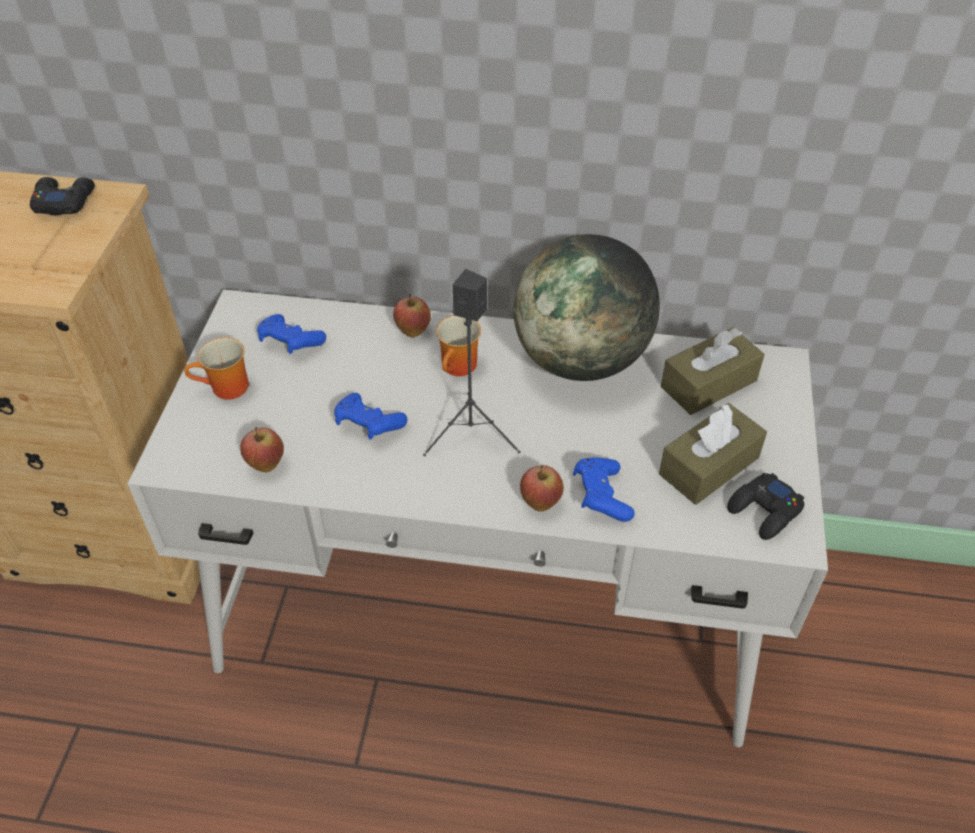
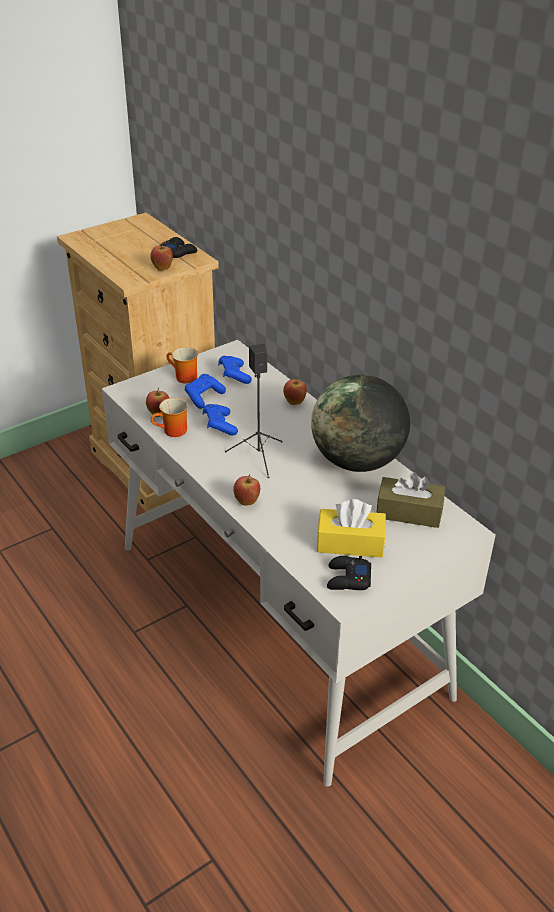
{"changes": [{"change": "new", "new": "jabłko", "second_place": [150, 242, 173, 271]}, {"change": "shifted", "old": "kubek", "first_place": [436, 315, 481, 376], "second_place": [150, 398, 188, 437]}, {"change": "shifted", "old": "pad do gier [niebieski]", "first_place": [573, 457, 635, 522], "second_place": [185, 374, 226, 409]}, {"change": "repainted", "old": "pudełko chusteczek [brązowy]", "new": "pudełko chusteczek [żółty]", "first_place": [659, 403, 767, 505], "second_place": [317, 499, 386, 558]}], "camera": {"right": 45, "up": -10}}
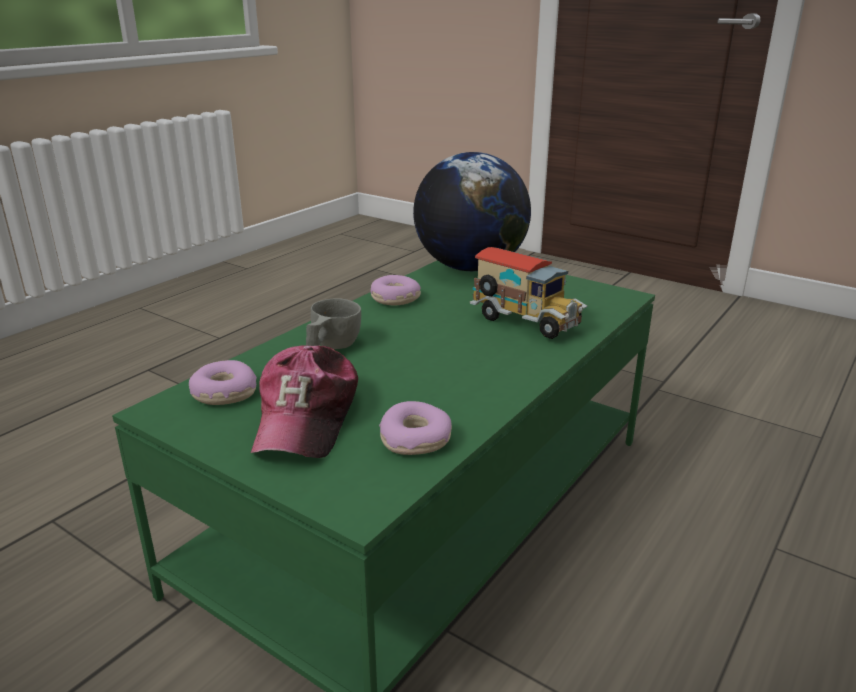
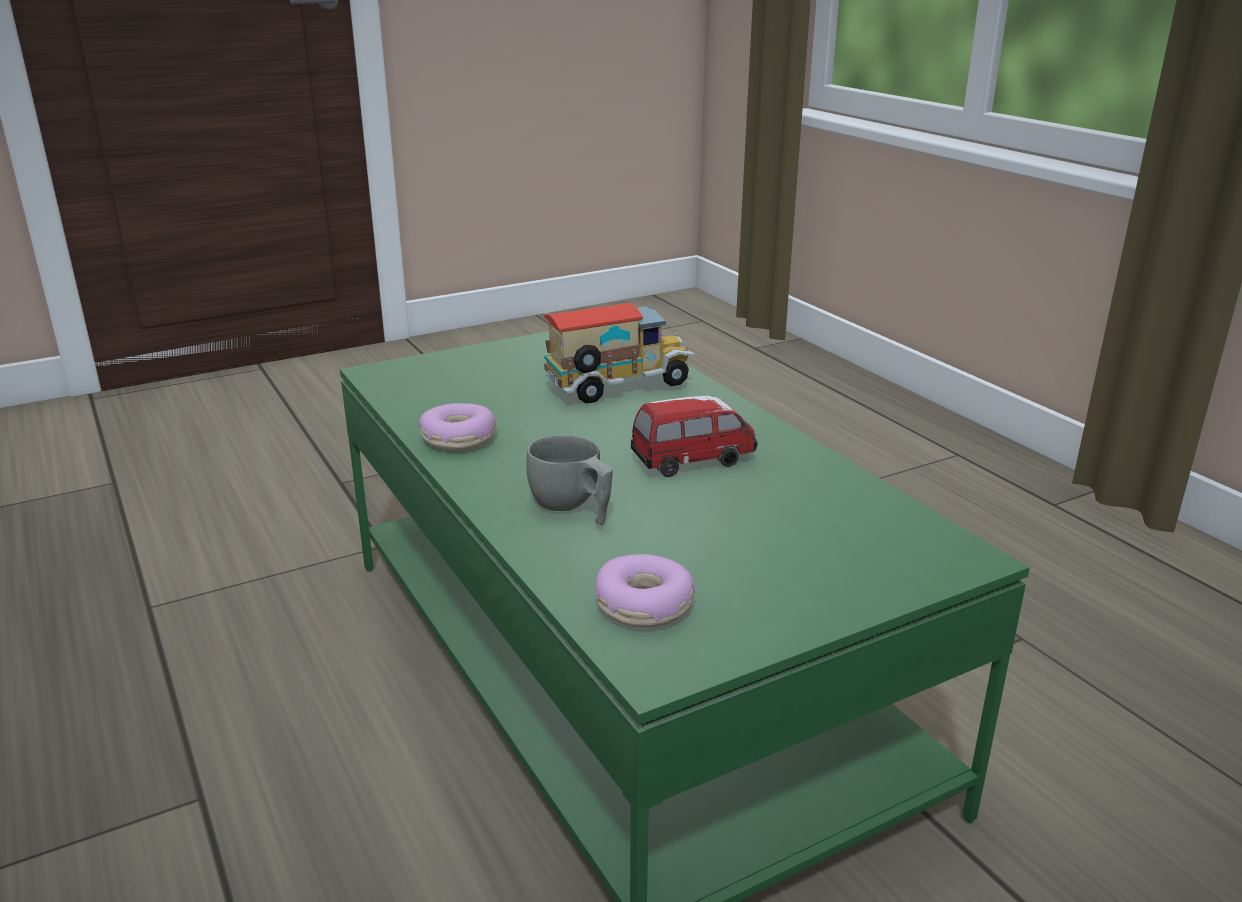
{"changes": [{"change": "new", "new": "samochodzik", "second_place": [631, 396, 757, 477]}, {"change": "gone", "old": "czapka z daszkiem", "first_place": [251, 345, 358, 458]}, {"change": "gone", "old": "donut", "first_place": [379, 401, 452, 455]}, {"change": "gone", "old": "globus", "first_place": [413, 152, 531, 271]}], "camera": {"right": -65, "up": 0}}
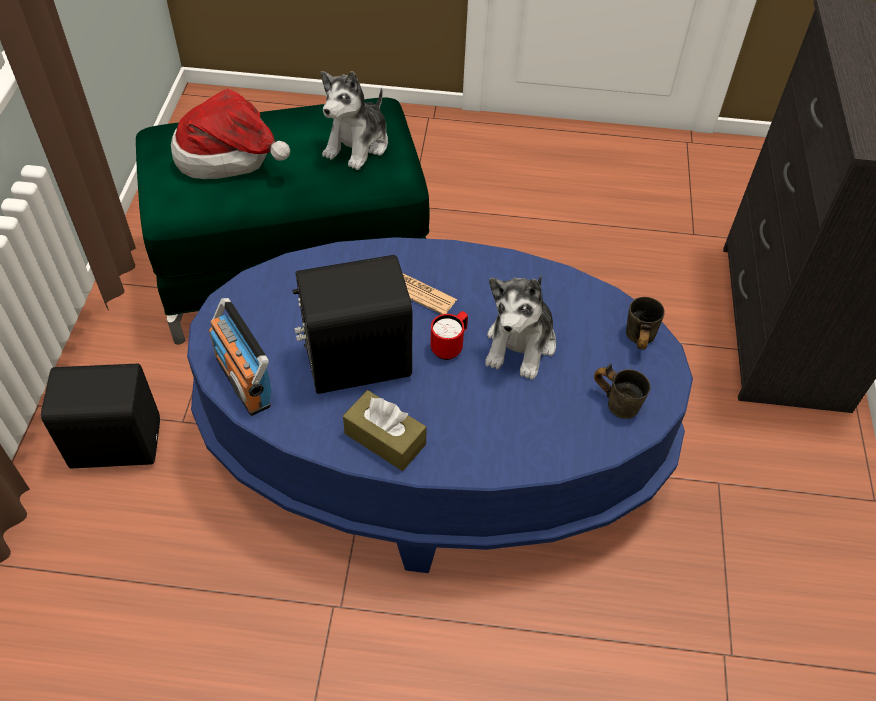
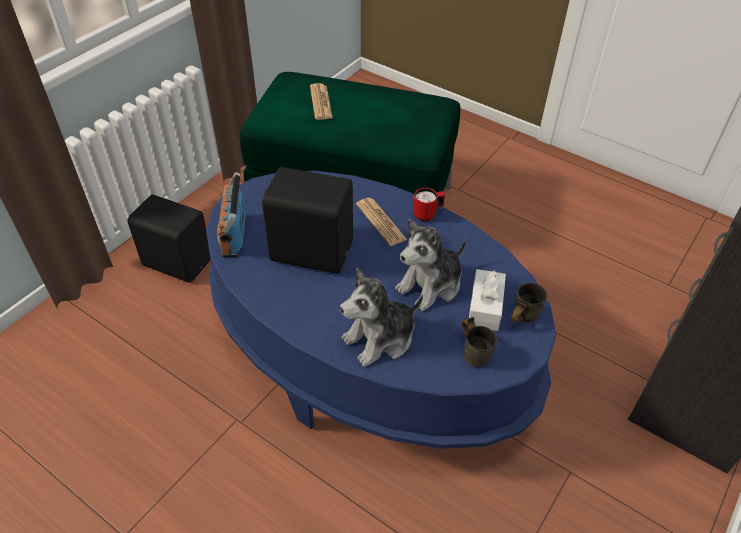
{"changes": [{"change": "swapped", "old": "kapelusz", "new": "gazeta", "first_place": [171, 89, 290, 179], "second_place": [310, 83, 333, 120]}, {"change": "shifted", "old": "pluszak", "first_place": [321, 71, 388, 170], "second_place": [340, 268, 423, 367]}, {"change": "shifted", "old": "kubek [czerwony]", "first_place": [430, 311, 468, 360], "second_place": [413, 188, 445, 221]}, {"change": "new", "new": "pudełko chusteczek [biały]", "second_place": [469, 269, 506, 331]}, {"change": "gone", "old": "pudełko chusteczek [brązowy]", "first_place": [343, 390, 427, 471]}], "camera": {"right": 30, "up": -5}}
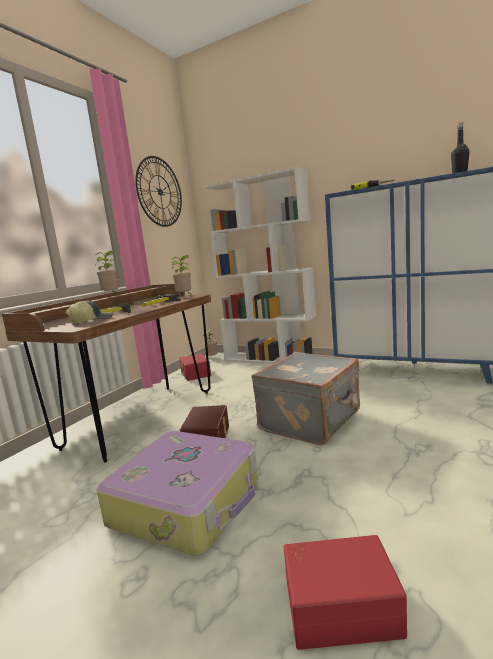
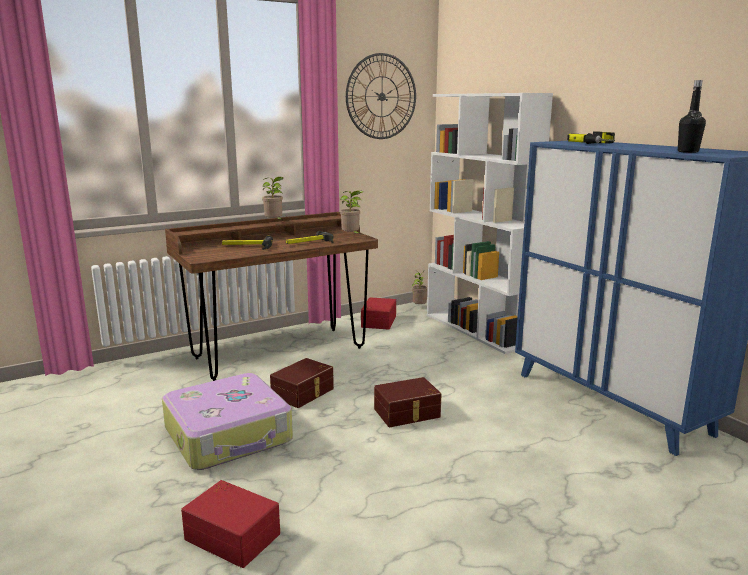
{"changes": [{"change": "swapped", "old": "walizka [szary]", "new": "pojemnik do przechowywania [brązowy]", "first_place": [251, 352, 360, 445], "second_place": [374, 377, 441, 427]}, {"change": "gone", "old": "czapka z daszkiem", "first_place": [66, 300, 113, 323]}], "camera": {"right": 30, "up": 5}}
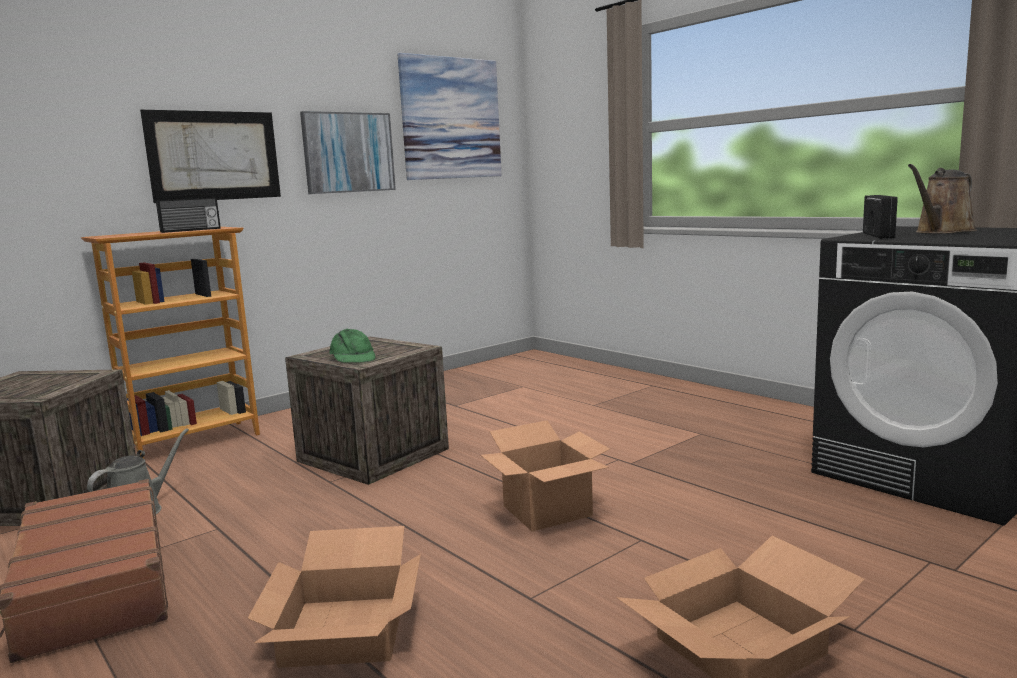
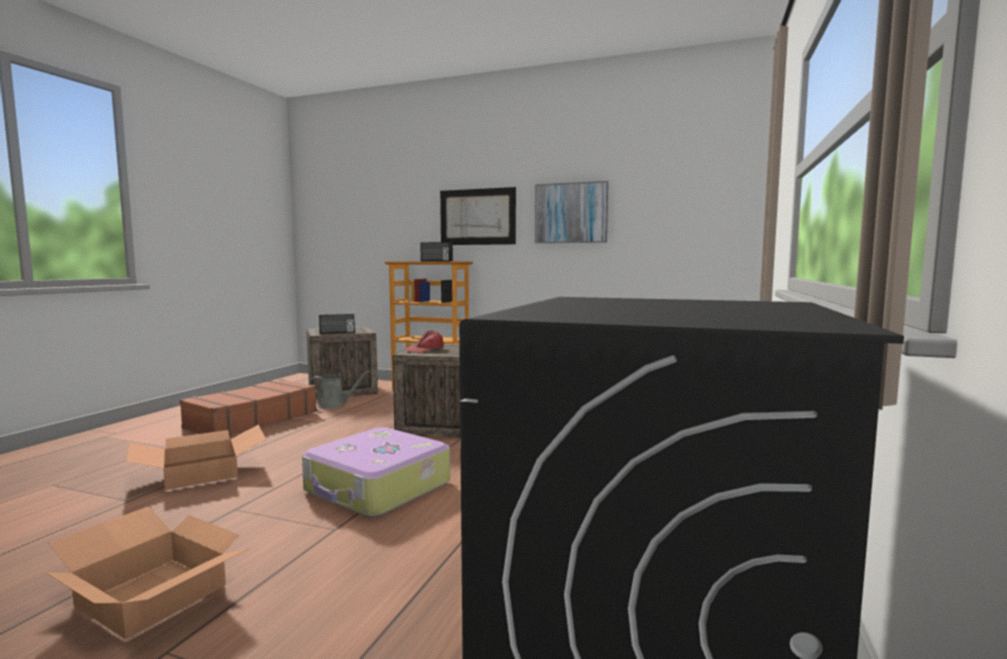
{"changes": [{"change": "swapped", "old": "karton", "new": "walizka", "first_place": [480, 420, 610, 531], "second_place": [302, 427, 450, 518]}, {"change": "shifted", "old": "radio", "first_place": [863, 195, 898, 239], "second_place": [319, 314, 355, 334]}, {"change": "repainted", "old": "czapka z daszkiem [zielony]", "new": "czapka z daszkiem [czerwony]", "first_place": [329, 329, 376, 363], "second_place": [405, 330, 444, 353]}, {"change": "gone", "old": "obraz", "first_place": [398, 53, 502, 180]}, {"change": "gone", "old": "konewka [brązowy]", "first_place": [908, 164, 977, 234]}], "camera": {"right": 60, "up": -5}}
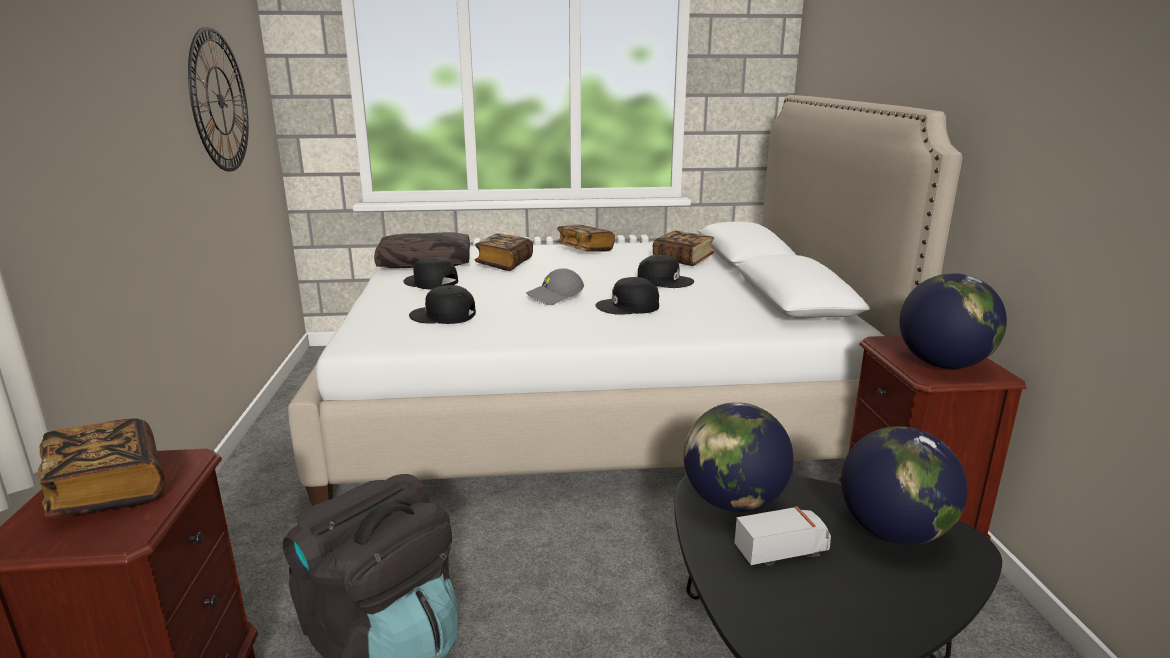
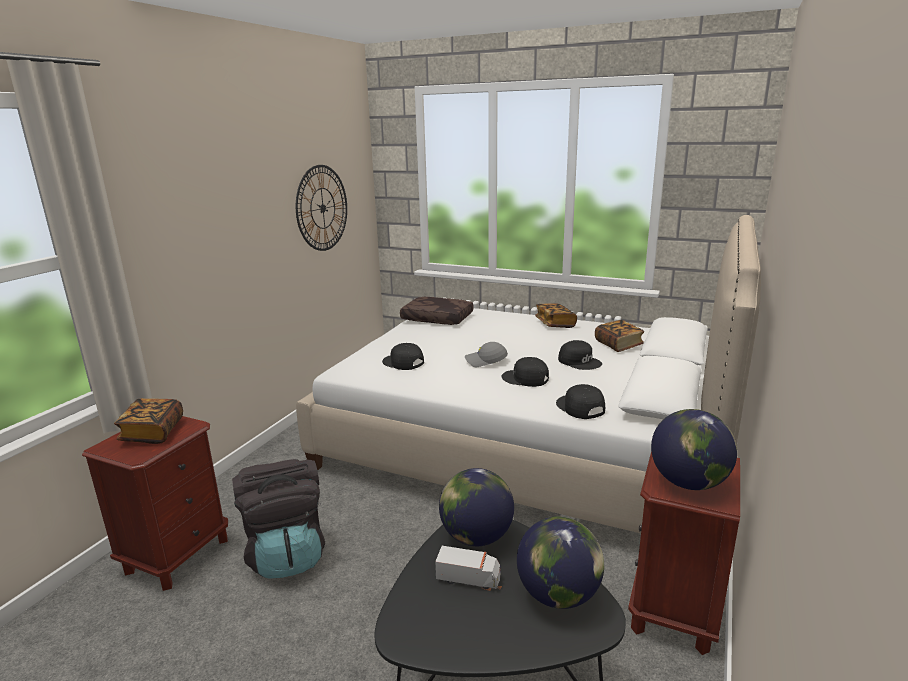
{"changes": [{"change": "shifted", "old": "czapka z daszkiem [czarny]", "first_place": [403, 257, 458, 290], "second_place": [556, 384, 605, 419]}, {"change": "gone", "old": "książka", "first_place": [475, 233, 533, 271]}], "camera": {"right": 30, "up": 0}}
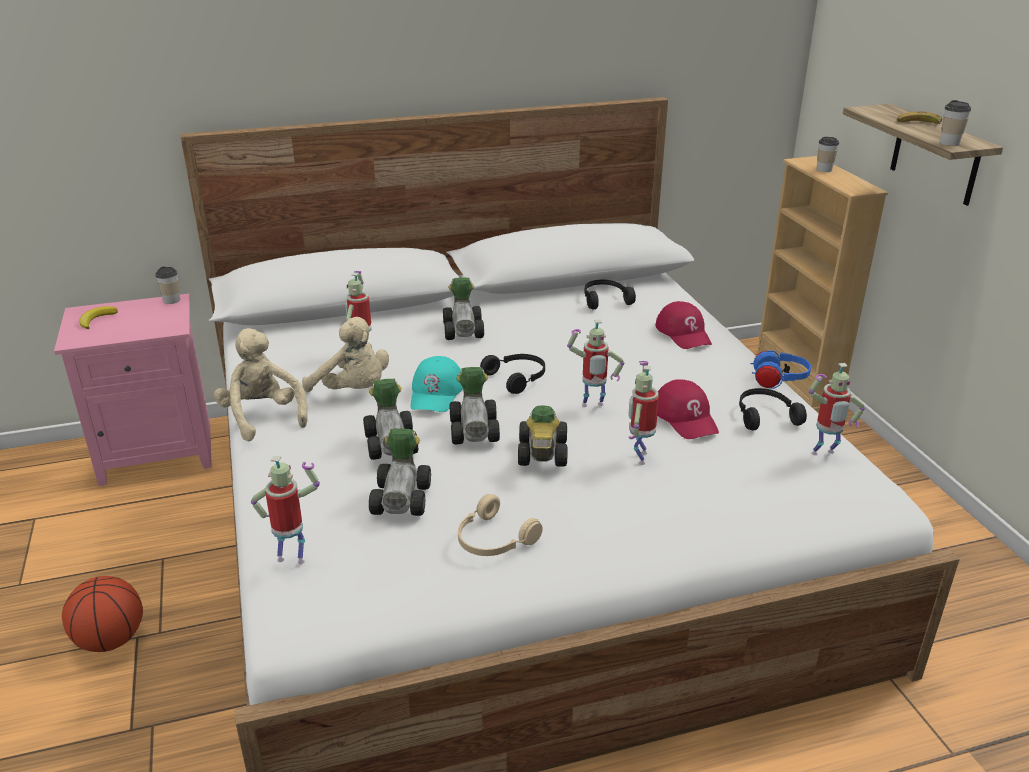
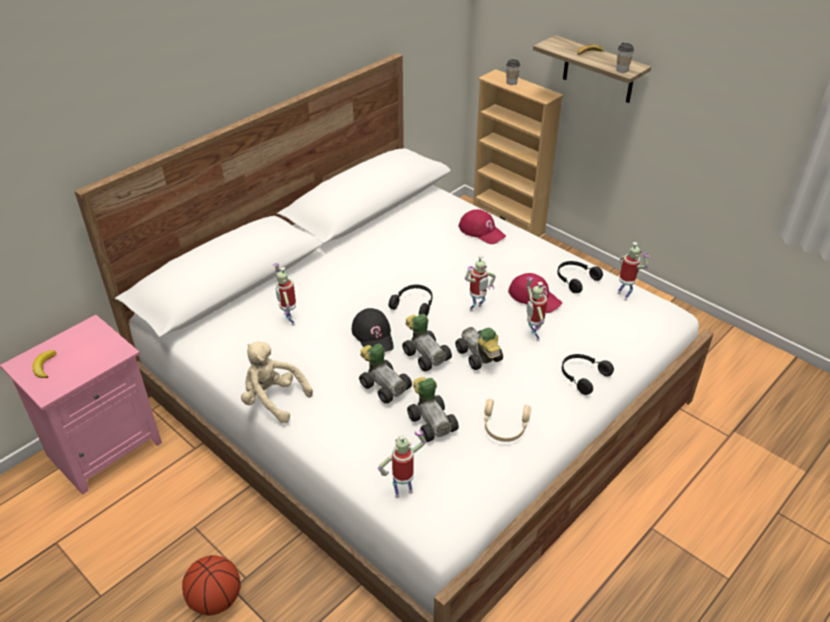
{"changes": [{"change": "repainted", "old": "czapka z daszkiem [turkusowy]", "new": "czapka z daszkiem [czarny]", "first_place": [411, 356, 463, 412], "second_place": [352, 308, 394, 352]}, {"change": "shifted", "old": "słuchawki [czarny]", "first_place": [585, 280, 636, 310], "second_place": [562, 354, 614, 395]}, {"change": "rotated", "old": "robot zabawkowy", "first_place": [809, 363, 865, 455], "second_place": [617, 242, 650, 301], "degrees": -75}, {"change": "gone", "old": "filiżanka", "first_place": [156, 267, 180, 304]}, {"change": "gone", "old": "pluszak [beżowy]", "first_place": [302, 317, 389, 392]}, {"change": "gone", "old": "samochodzik", "first_place": [443, 277, 484, 340]}, {"change": "gone", "old": "słuchawki [niebieski]", "first_place": [750, 350, 811, 389]}], "camera": {"right": -30, "up": 10}}
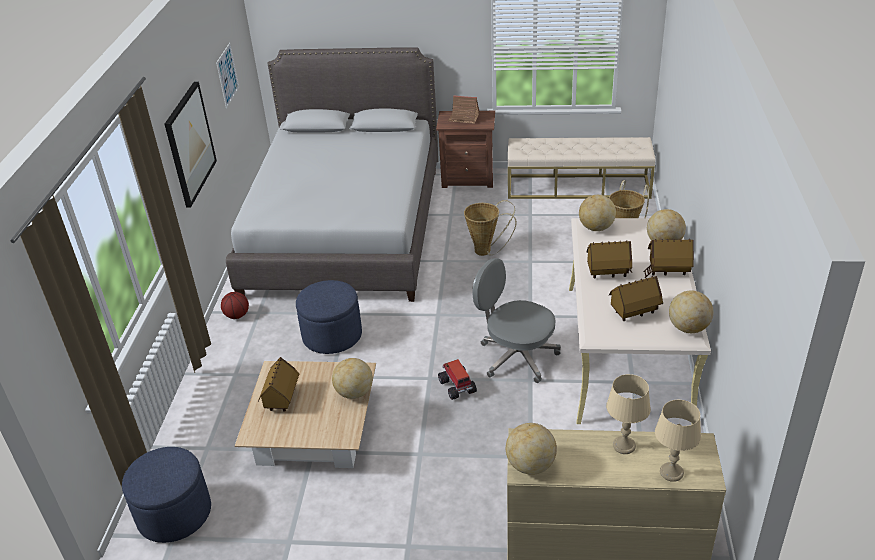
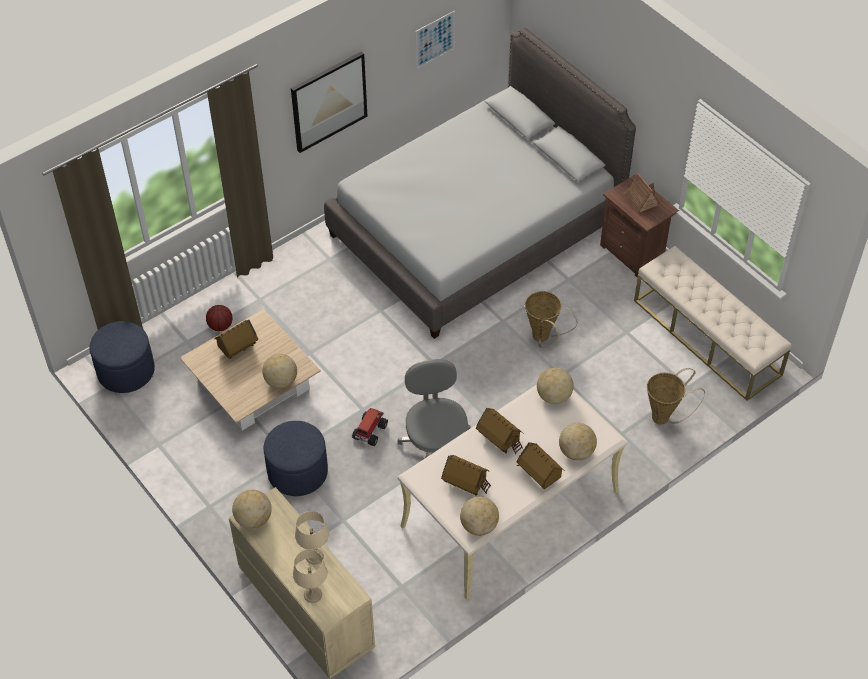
{"changes": [{"change": "shifted", "old": "piłka do koszykówki", "first_place": [221, 292, 249, 319], "second_place": [206, 305, 232, 331]}, {"change": "shifted", "old": "pufa [niebieski]", "first_place": [296, 280, 362, 354], "second_place": [264, 421, 328, 496]}], "camera": {"right": 45, "up": 15}}
